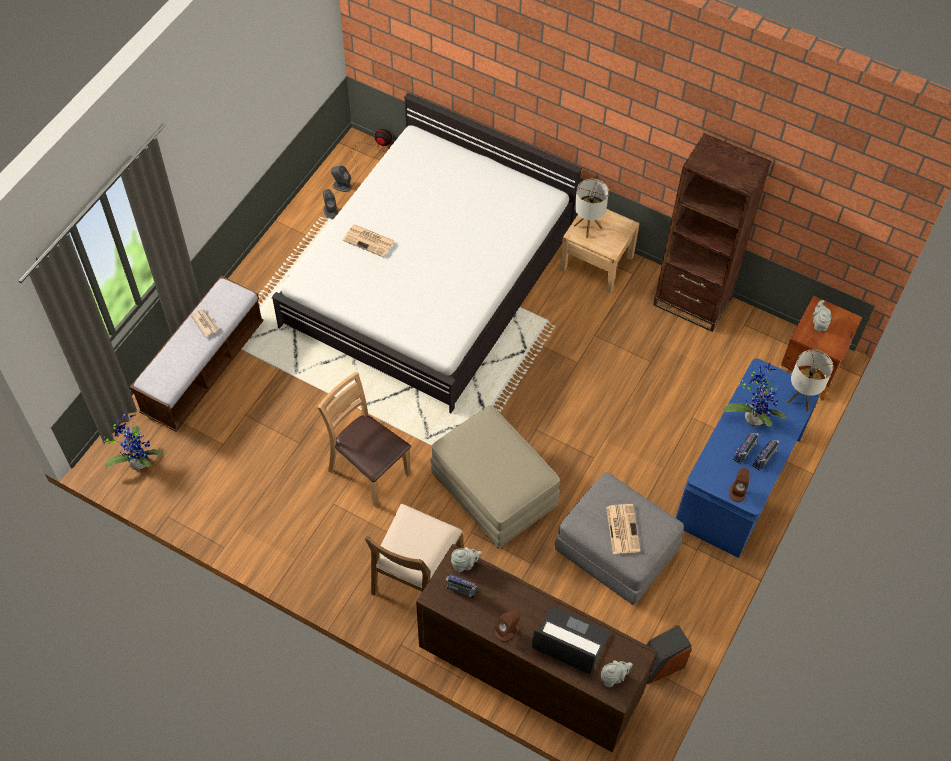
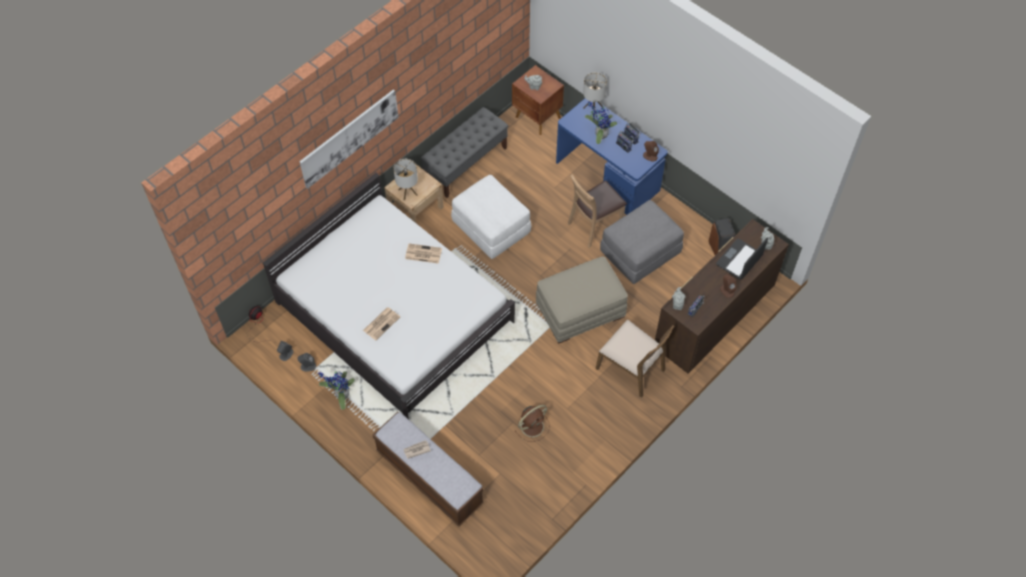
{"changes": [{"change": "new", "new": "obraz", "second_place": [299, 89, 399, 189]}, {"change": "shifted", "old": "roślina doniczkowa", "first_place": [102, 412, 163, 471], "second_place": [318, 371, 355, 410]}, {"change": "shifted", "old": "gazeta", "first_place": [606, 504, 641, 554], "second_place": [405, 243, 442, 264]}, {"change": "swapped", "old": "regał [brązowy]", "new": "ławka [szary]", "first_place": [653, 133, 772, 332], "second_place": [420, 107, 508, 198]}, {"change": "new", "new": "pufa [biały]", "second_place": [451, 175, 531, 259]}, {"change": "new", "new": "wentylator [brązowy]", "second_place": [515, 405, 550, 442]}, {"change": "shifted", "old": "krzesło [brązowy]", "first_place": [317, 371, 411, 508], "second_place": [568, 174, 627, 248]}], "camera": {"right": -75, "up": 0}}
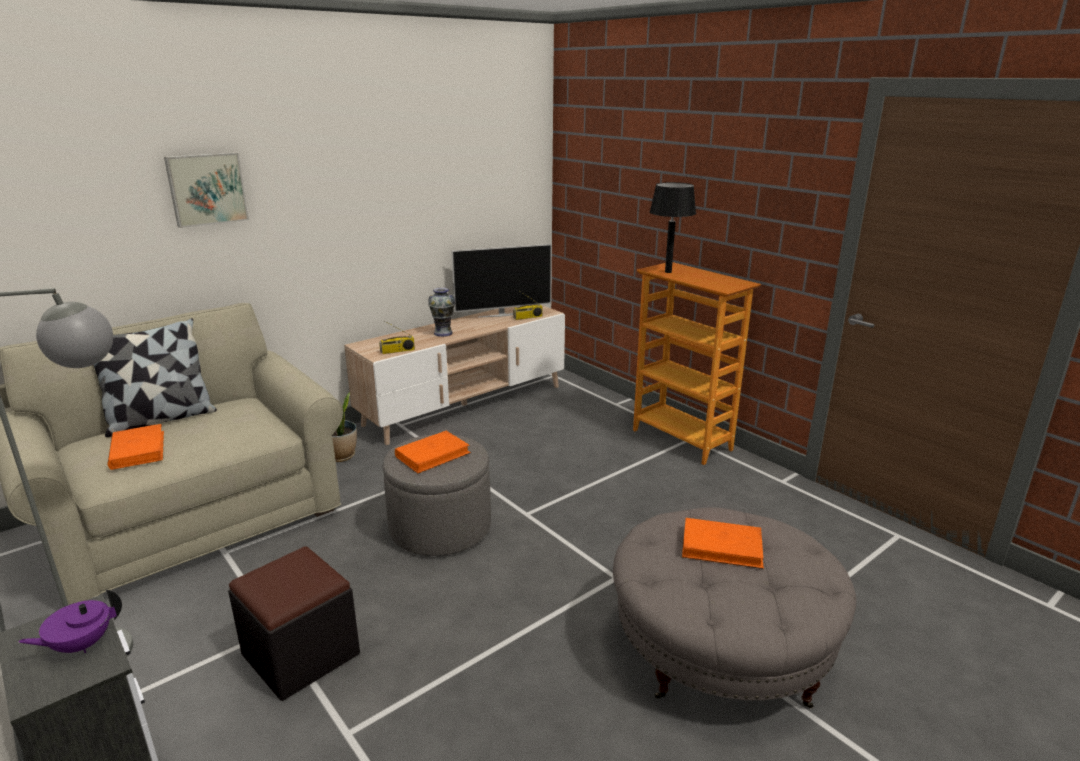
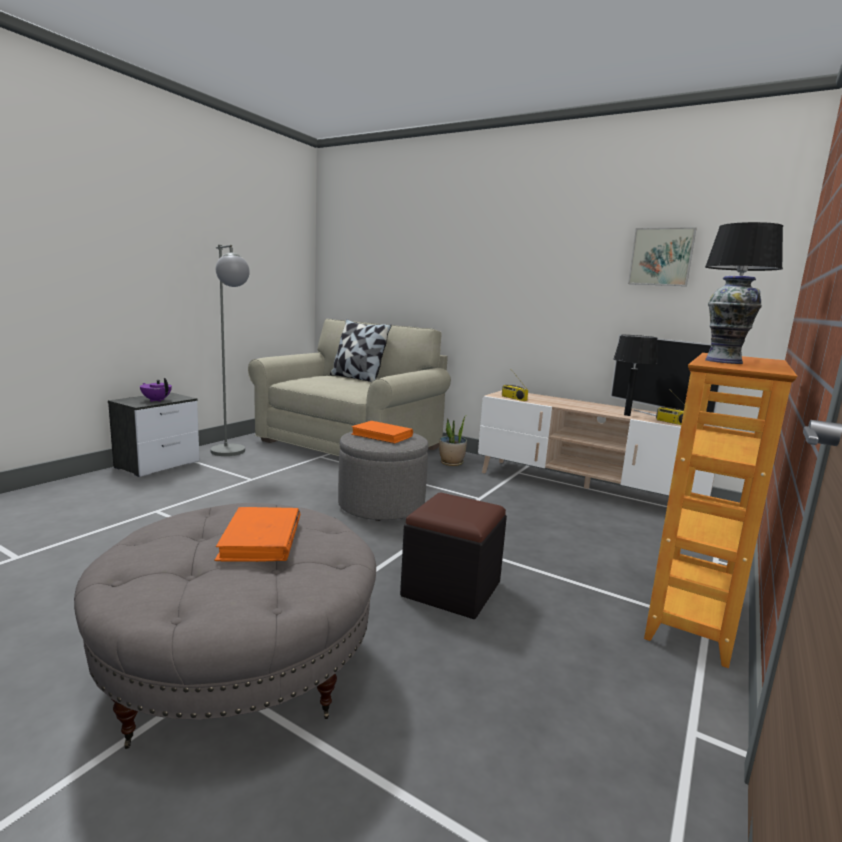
{"changes": [{"change": "shifted", "old": "pufa [czarny]", "first_place": [228, 546, 360, 701], "second_place": [400, 493, 507, 619]}, {"change": "new", "new": "lampa stołowa [czarny]", "second_place": [613, 335, 658, 416]}, {"change": "shifted", "old": "obraz", "first_place": [164, 152, 249, 228], "second_place": [628, 227, 697, 286]}, {"change": "shifted", "old": "wazon", "first_place": [428, 287, 455, 337], "second_place": [705, 276, 762, 364]}, {"change": "gone", "old": "książka [pomarańczowy]", "first_place": [108, 424, 164, 470]}], "camera": {"right": 70, "up": -10}}
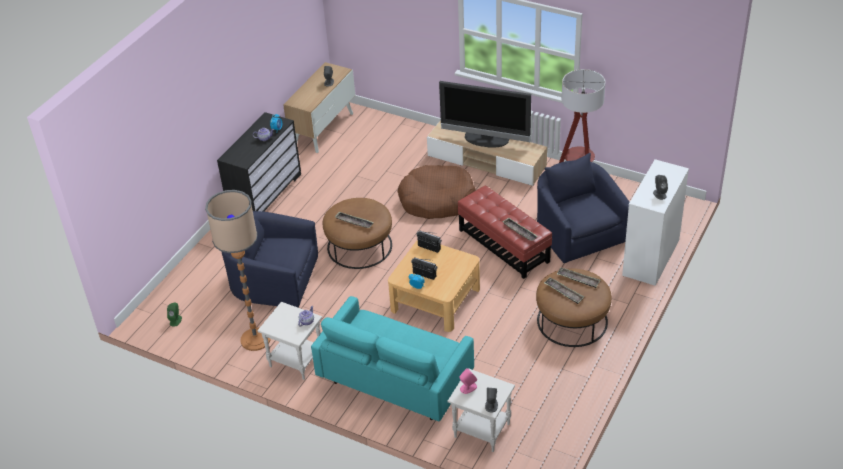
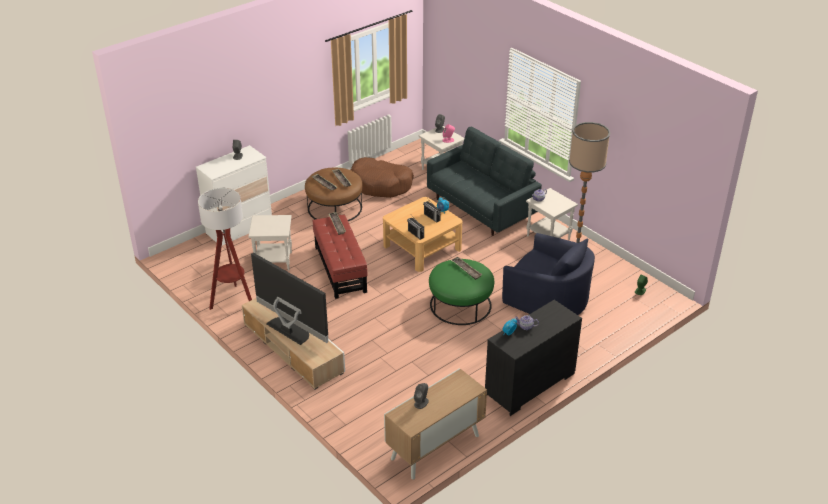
{"changes": [{"change": "swapped", "old": "fotel [niebieski]", "new": "stolik [biały]", "first_place": [537, 153, 629, 263], "second_place": [248, 215, 292, 271]}, {"change": "shifted", "old": "legowisko [brązowy]", "first_place": [398, 165, 476, 219], "second_place": [351, 157, 414, 198]}, {"change": "repainted", "old": "kanapa [turkusowy]", "new": "kanapa [szary]", "first_place": [311, 296, 474, 421], "second_place": [427, 127, 542, 236]}, {"change": "repainted", "old": "pufa [brązowy]", "new": "pufa [zielony]", "first_place": [323, 198, 392, 269], "second_place": [429, 259, 494, 325]}], "camera": {"right": -160, "up": -5}}
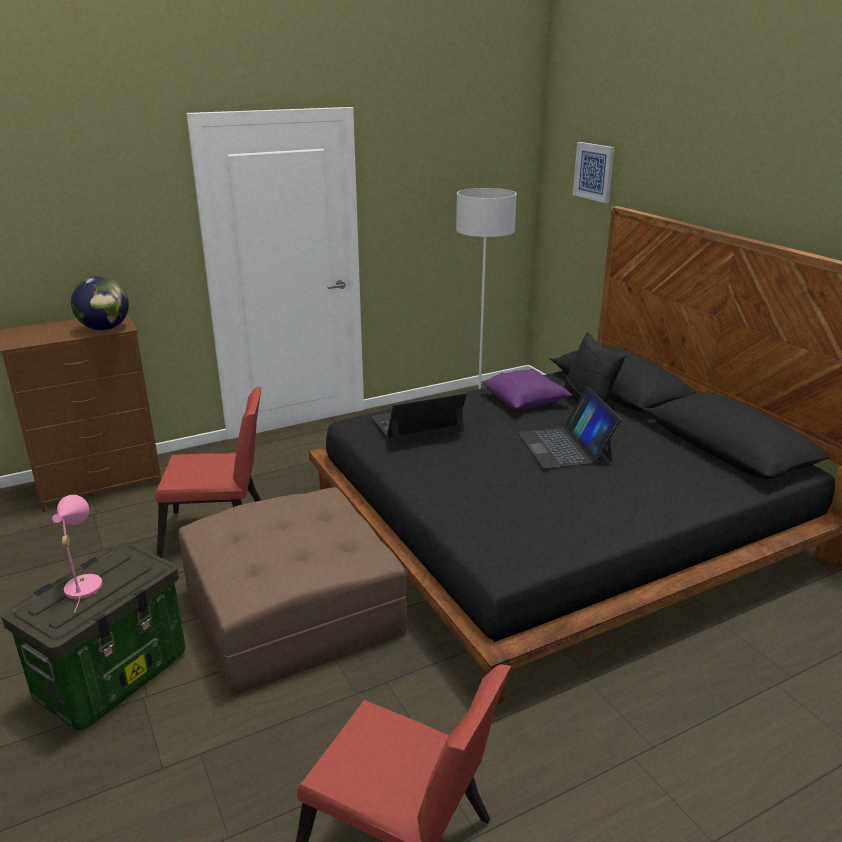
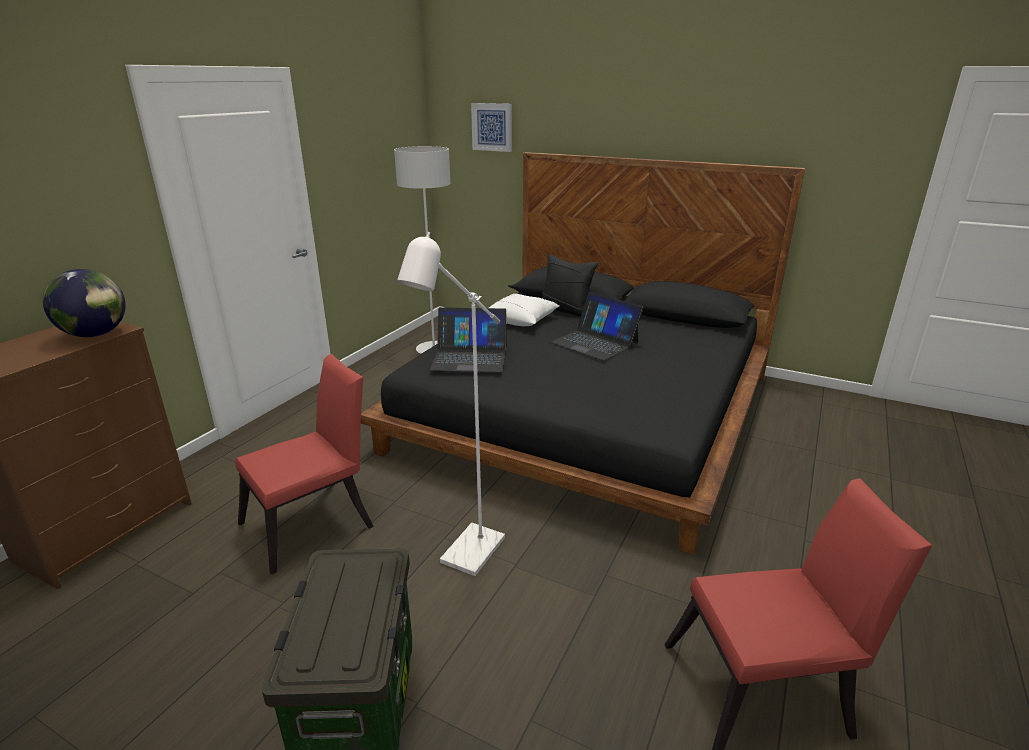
{"changes": [{"change": "swapped", "old": "pufa [brązowy]", "new": "lampa stojąca [biały]", "first_place": [178, 487, 407, 696], "second_place": [397, 232, 505, 576]}, {"change": "rotated", "old": "laptop", "first_place": [371, 392, 467, 444], "second_place": [430, 307, 507, 372], "degrees": -120}, {"change": "repainted", "old": "poduszka [fioletowy]", "new": "poduszka [biały]", "first_place": [481, 369, 572, 409], "second_place": [489, 294, 560, 326]}, {"change": "gone", "old": "lampa stołowa [różowy]", "first_place": [52, 495, 102, 613]}], "camera": {"right": -35, "up": 0}}
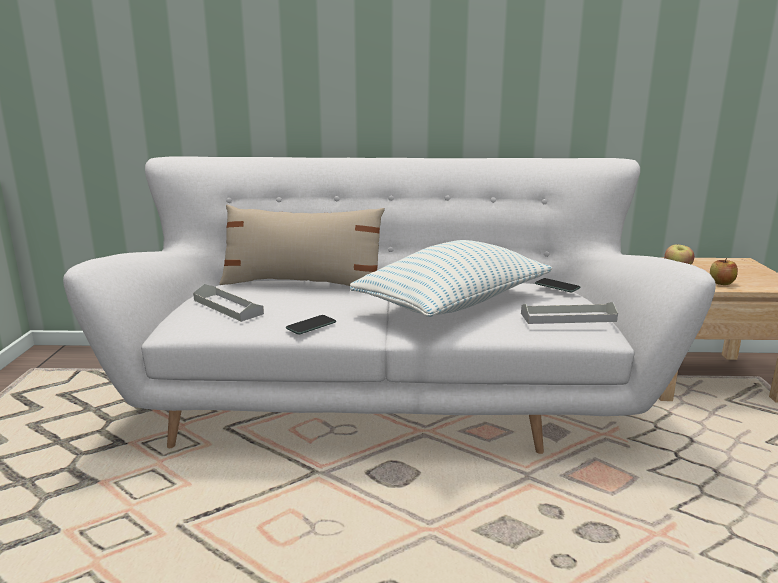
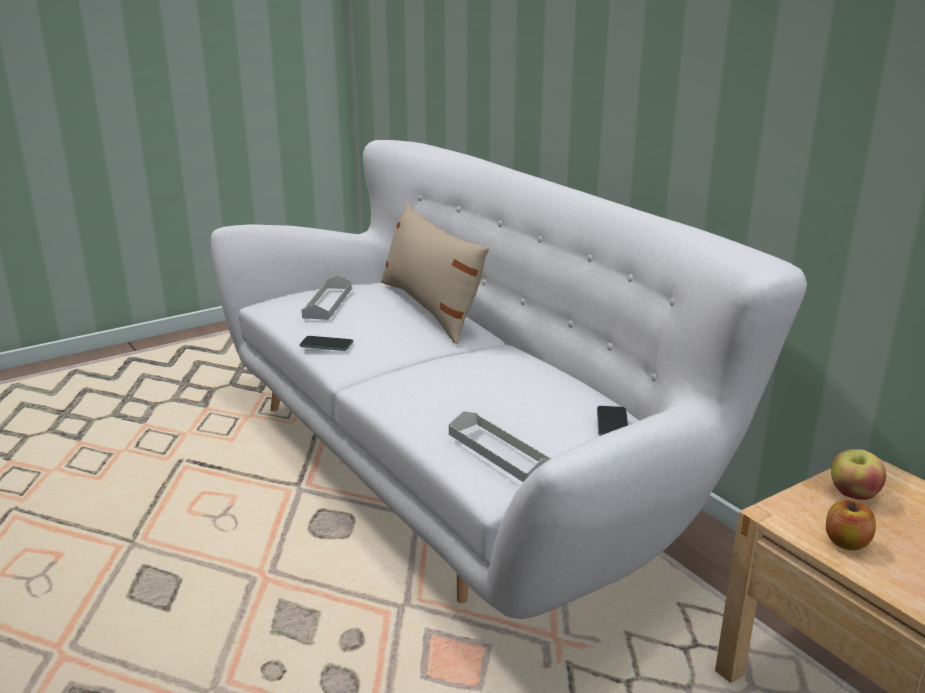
{"changes": [{"change": "gone", "old": "poduszka", "first_place": [350, 240, 553, 317]}], "camera": {"right": 55, "up": 5}}
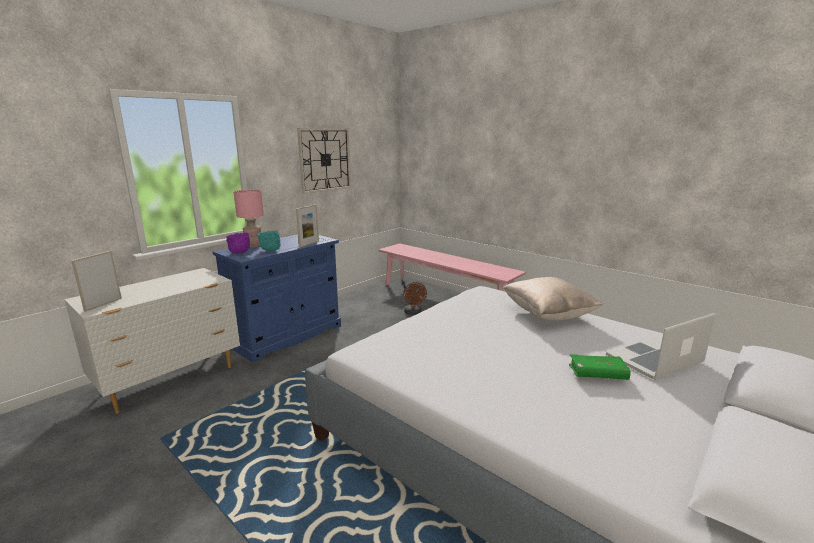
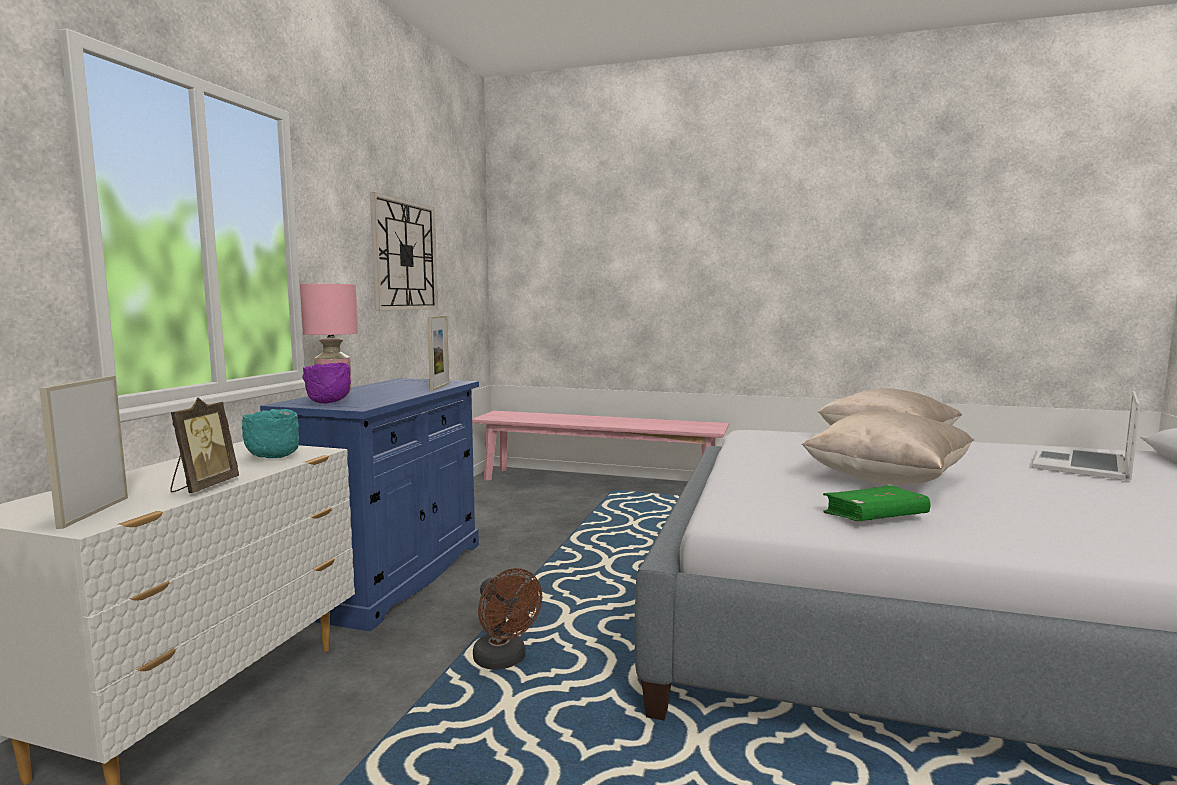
{"changes": [{"change": "new", "new": "ramka na zdjęcie", "second_place": [170, 398, 239, 493]}, {"change": "shifted", "old": "miska [turkusowy]", "first_place": [258, 230, 281, 251], "second_place": [242, 409, 299, 458]}, {"change": "shifted", "old": "wentylator [brązowy]", "first_place": [403, 282, 427, 315], "second_place": [473, 568, 542, 670]}, {"change": "new", "new": "poduszka [beżowy]", "second_place": [802, 411, 974, 485]}, {"change": "shifted", "old": "książka [zielony]", "first_place": [569, 354, 630, 380], "second_place": [823, 485, 930, 521]}], "camera": {"right": -25, "up": -10}}
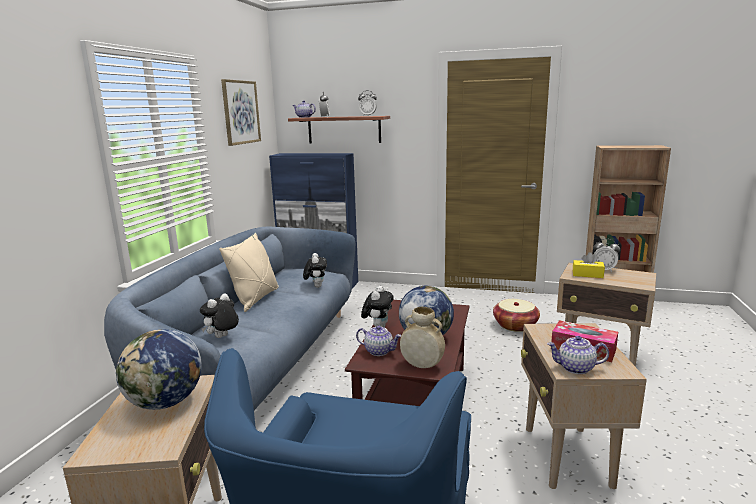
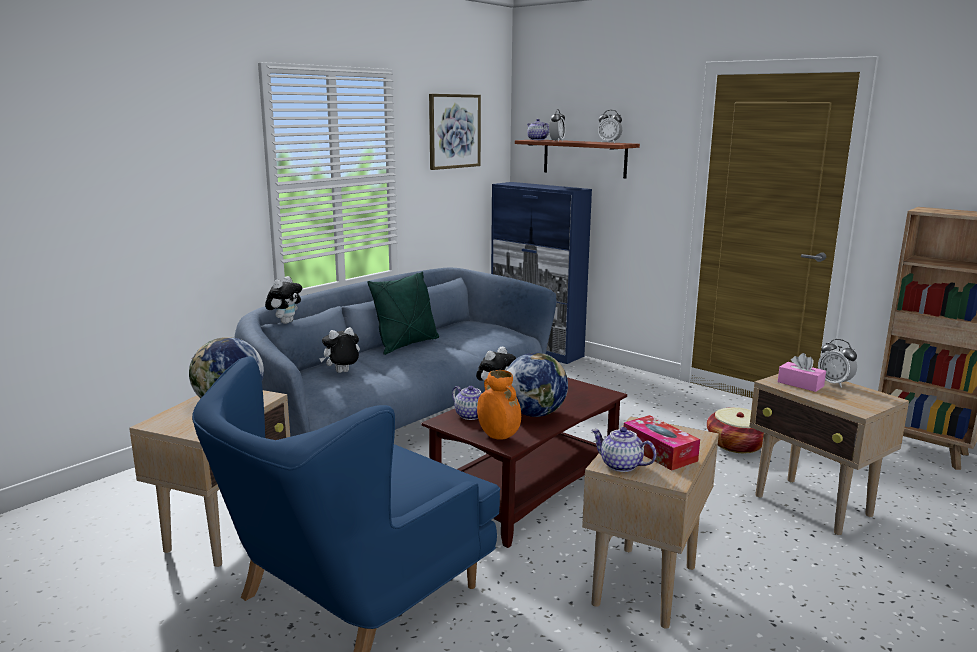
{"changes": [{"change": "shifted", "old": "pluszak", "first_place": [303, 253, 327, 288], "second_place": [265, 276, 302, 324]}, {"change": "repainted", "old": "poduszka [beżowy]", "new": "poduszka [zielony]", "first_place": [219, 233, 279, 312], "second_place": [367, 271, 439, 355]}, {"change": "repainted", "old": "wazon [beżowy]", "new": "wazon [pomarańczowy]", "first_place": [400, 307, 445, 368], "second_place": [477, 370, 521, 440]}, {"change": "repainted", "old": "pudełko chusteczek [żółty]", "new": "pudełko chusteczek [różowy]", "first_place": [573, 252, 605, 278], "second_place": [778, 353, 826, 392]}], "camera": {"right": 25, "up": 0}}
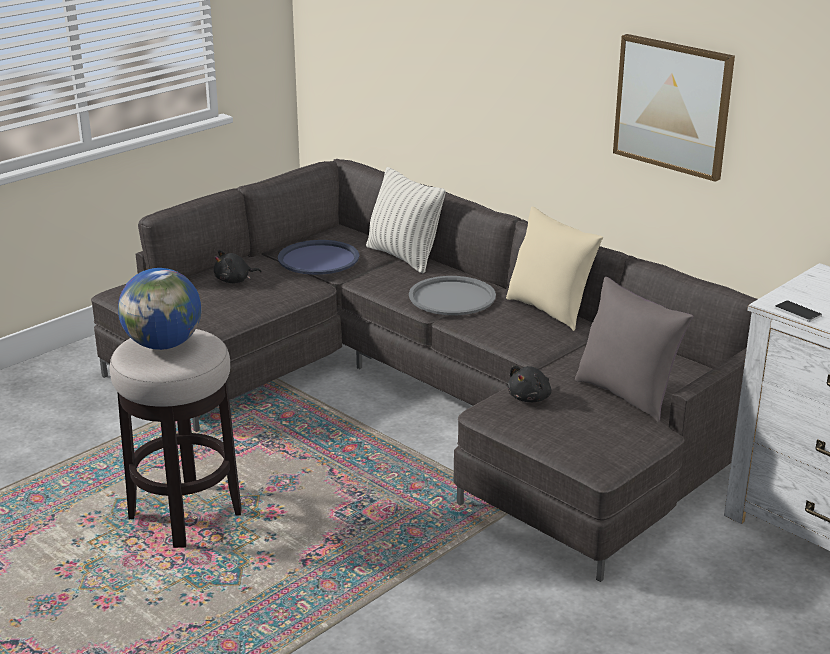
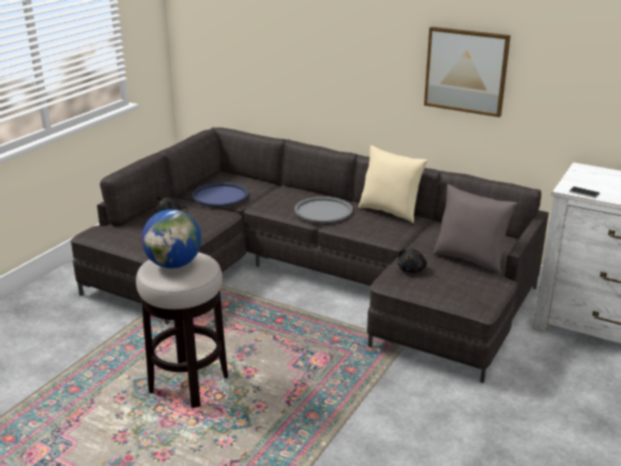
{"changes": [{"change": "gone", "old": "poduszka", "first_place": [366, 167, 446, 273]}], "camera": {"right": -15, "up": 0}}
